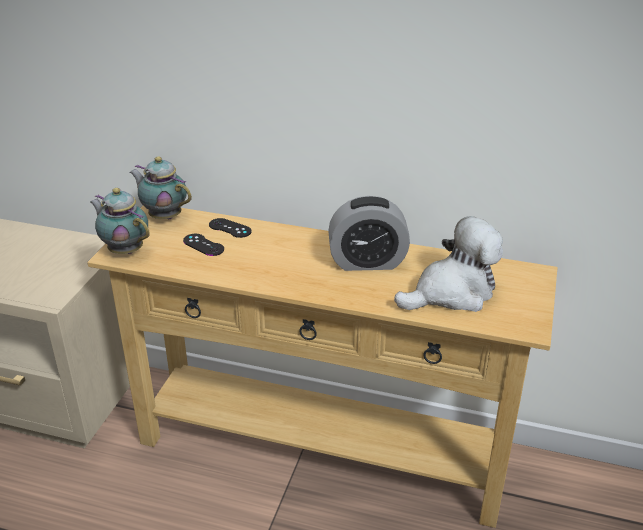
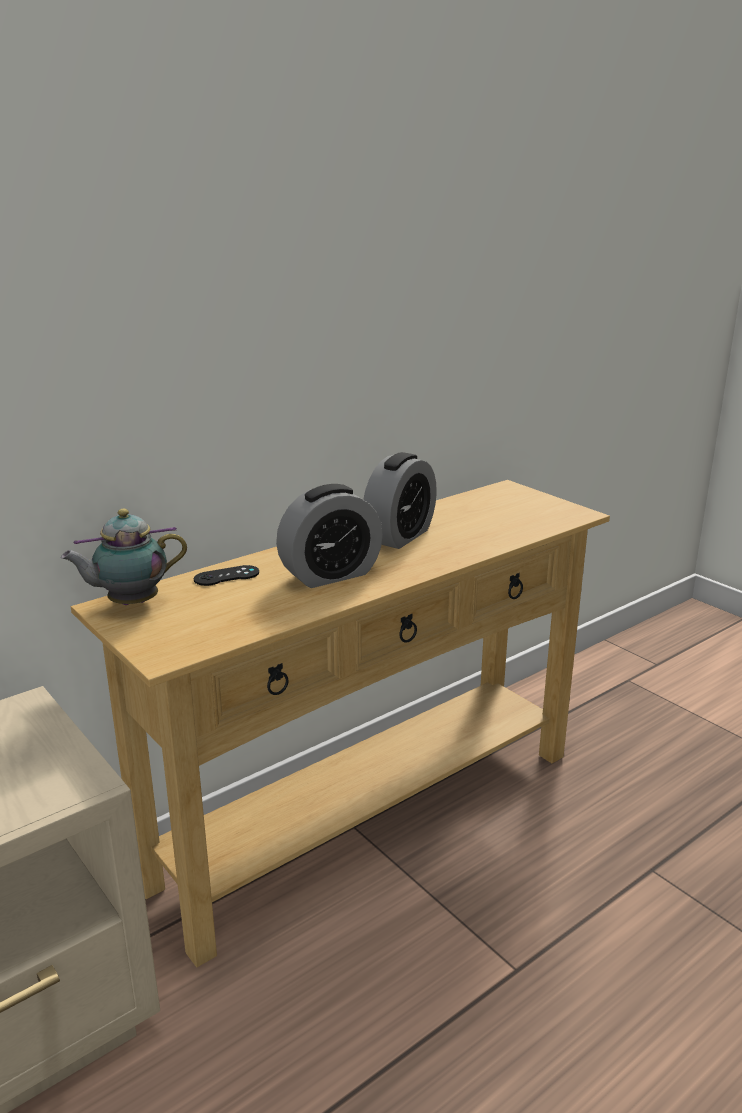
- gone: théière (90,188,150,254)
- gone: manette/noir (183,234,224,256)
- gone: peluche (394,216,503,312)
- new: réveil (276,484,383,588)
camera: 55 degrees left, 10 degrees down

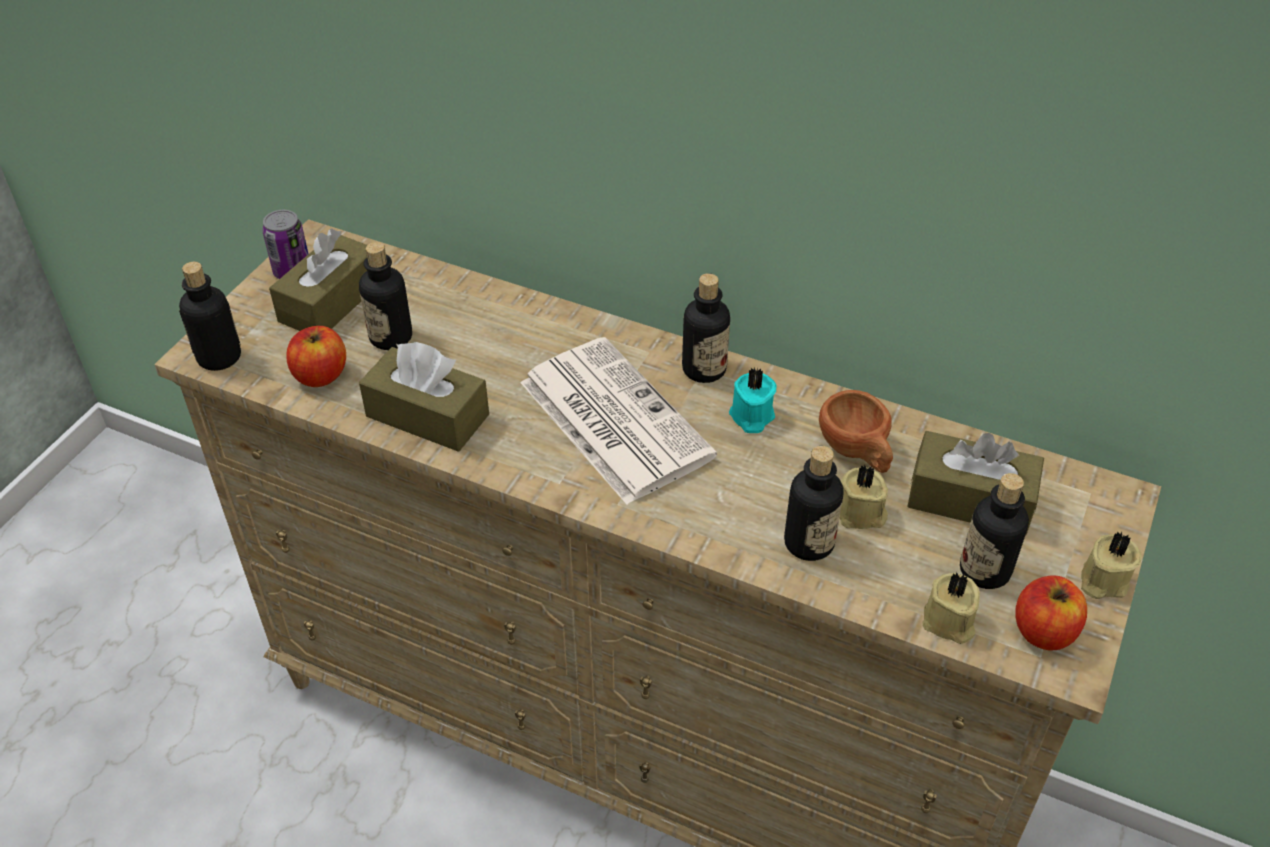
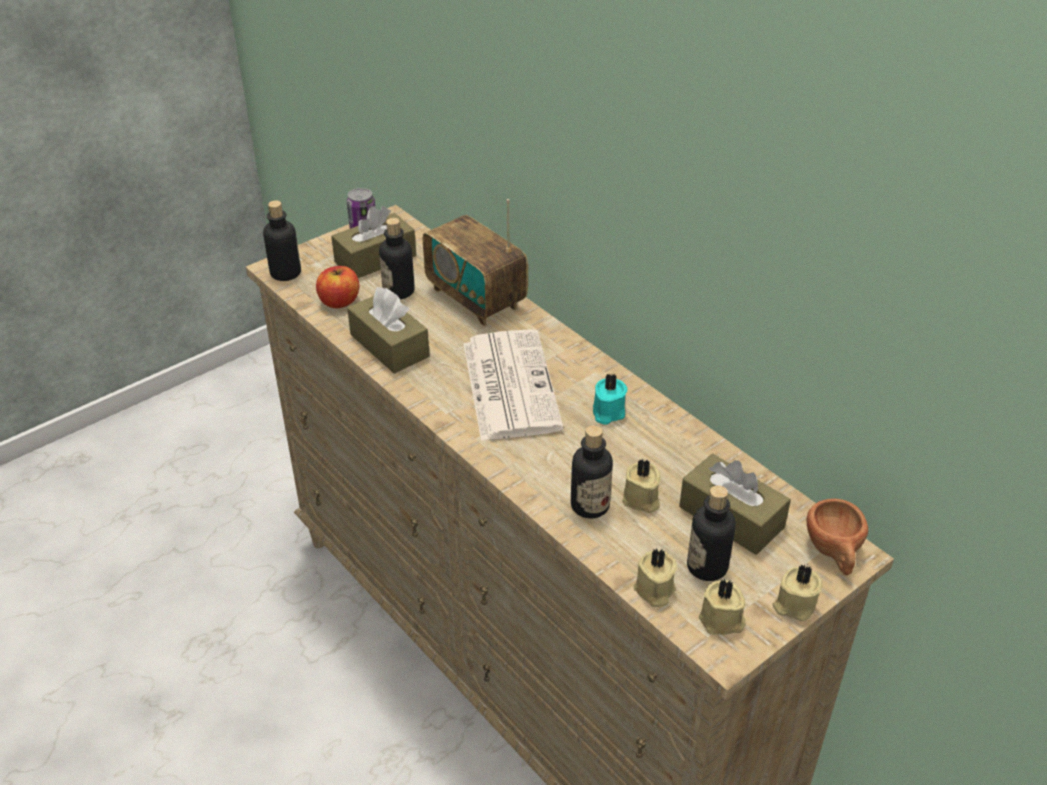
- gone: bouteille (682,273,730,383)
- shifted: tasse/marron (819,390,893,473) to (806,499,868,575)
- swapped: pomme (1015,575,1087,650) to bougie/beige (699,579,746,635)
- new: radio (423,199,528,326)
camera: 25 degrees right, 5 degrees down

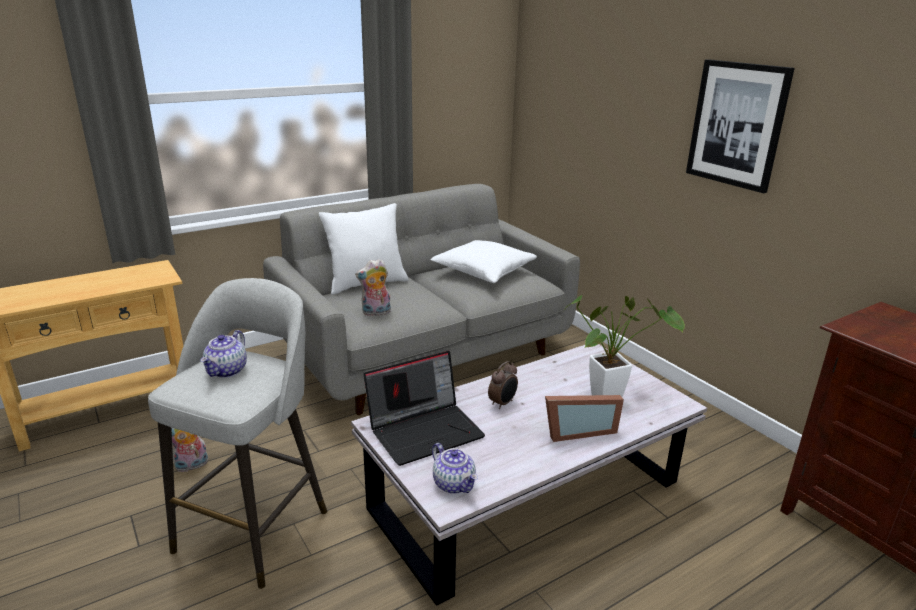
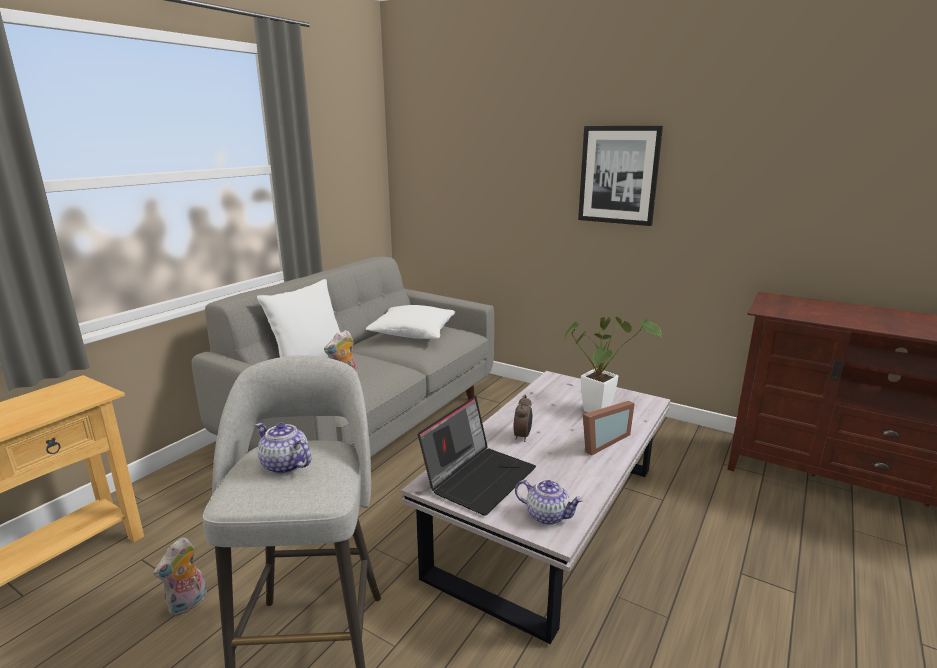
- rotated: théière (200,330,247,378) = (256,423,311,474) 135 degrees clockwise
camera: 25 degrees left, 5 degrees down

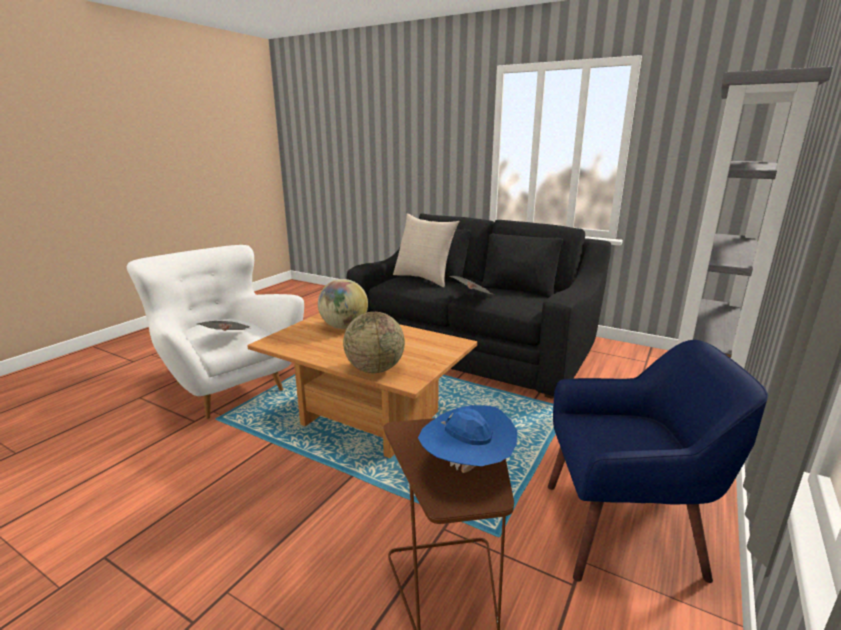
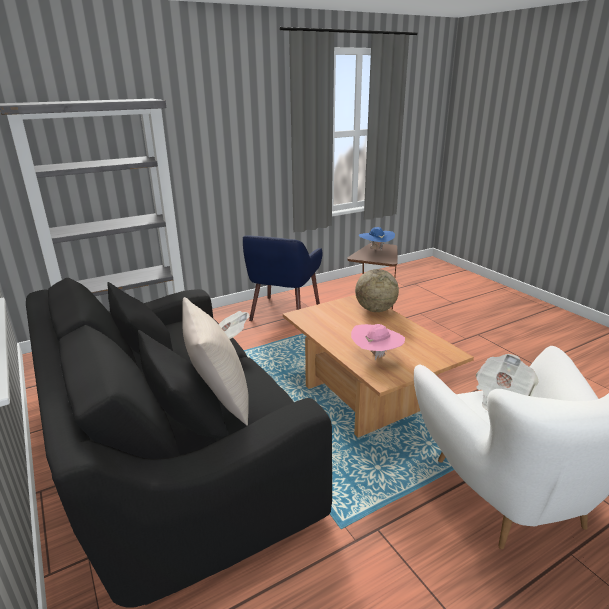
- swapped: globe (318,279,368,329) to chapeau/rose (351,324,405,360)
- rotated: fauteuil/bleu (548,340,768,583) = (243,235,323,321) 105 degrees counterclockwise
camera: 150 degrees left, 5 degrees up

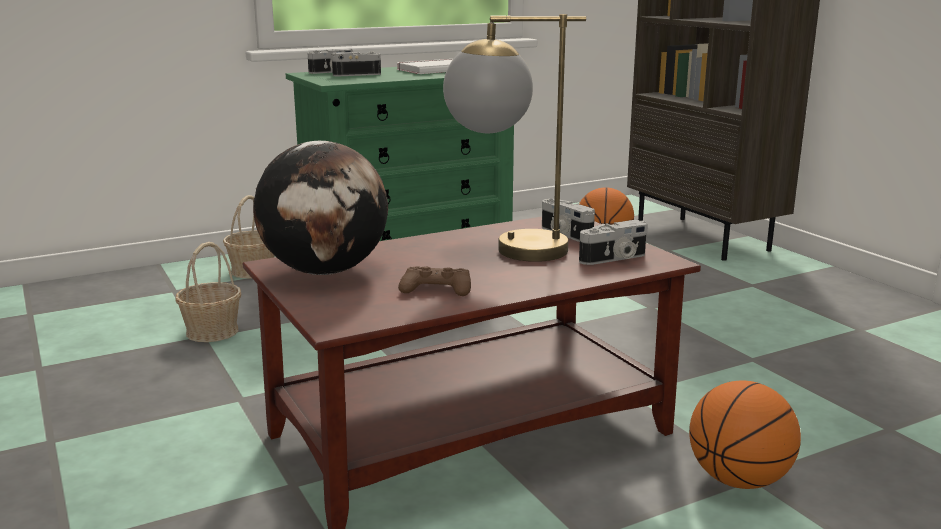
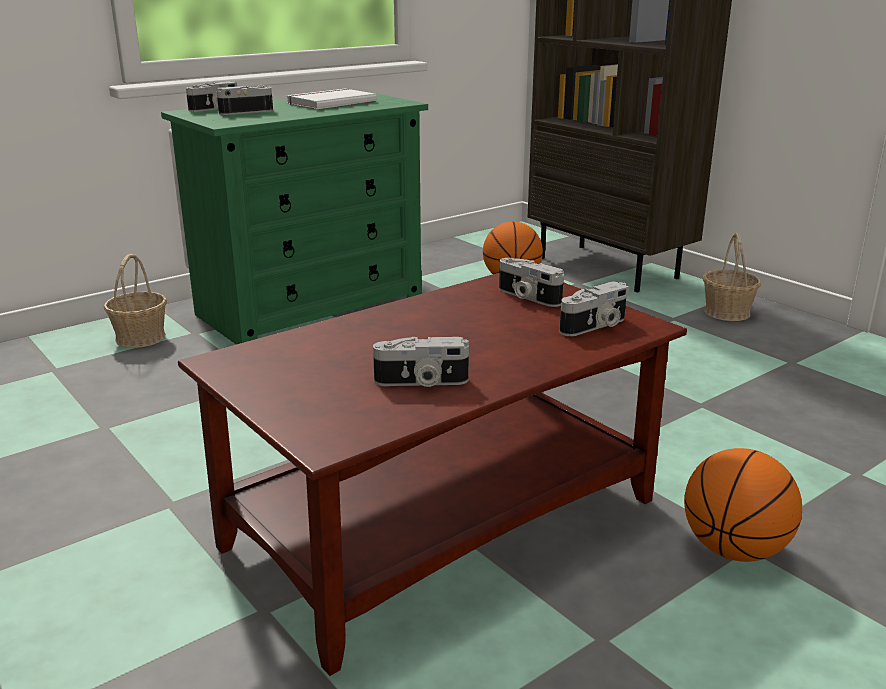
- shifted: panier (175,242,241,342) to (703,233,761,321)
- gone: globe (253,141,388,275)
- swapped: manette/marron (398,266,471,296) to appareil photo (373,337,469,387)
- gone: lampe de table (443,14,586,262)
camera: 10 degrees left, 5 degrees up

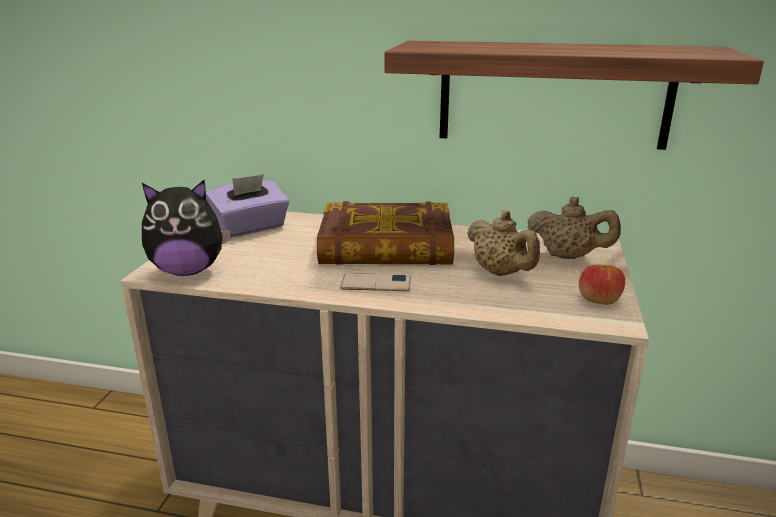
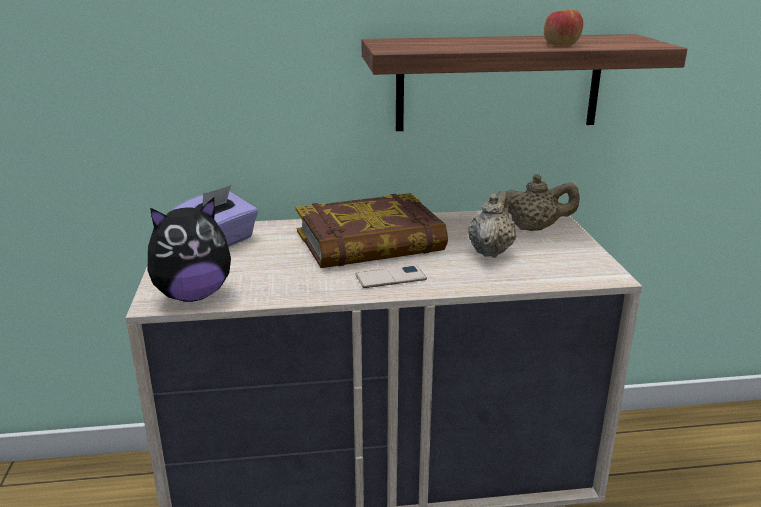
- rotated: théière/beige (467,210,540,276) = (468,191,516,258) 105 degrees counterclockwise
- shifted: pomme (579,264,625,305) to (544,10,583,46)
camera: 20 degrees left, 0 degrees up

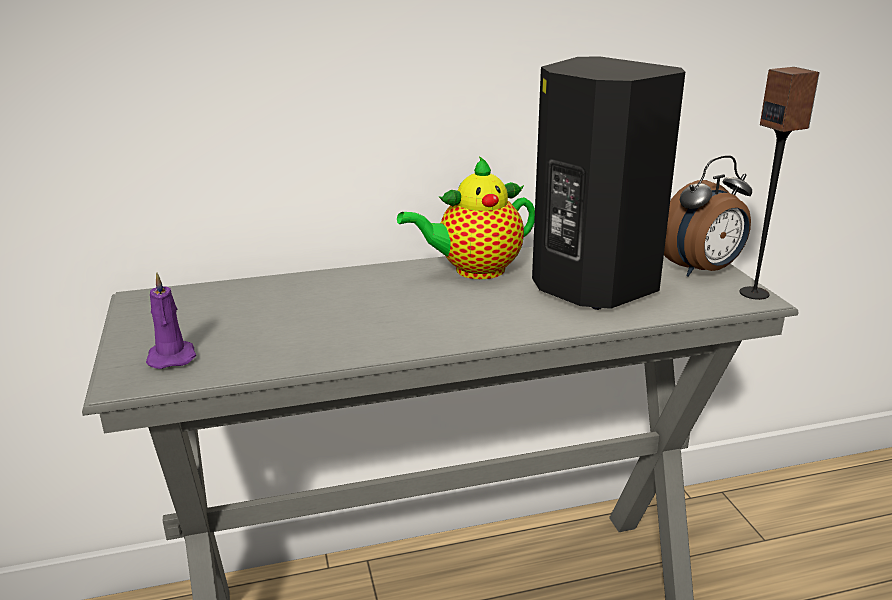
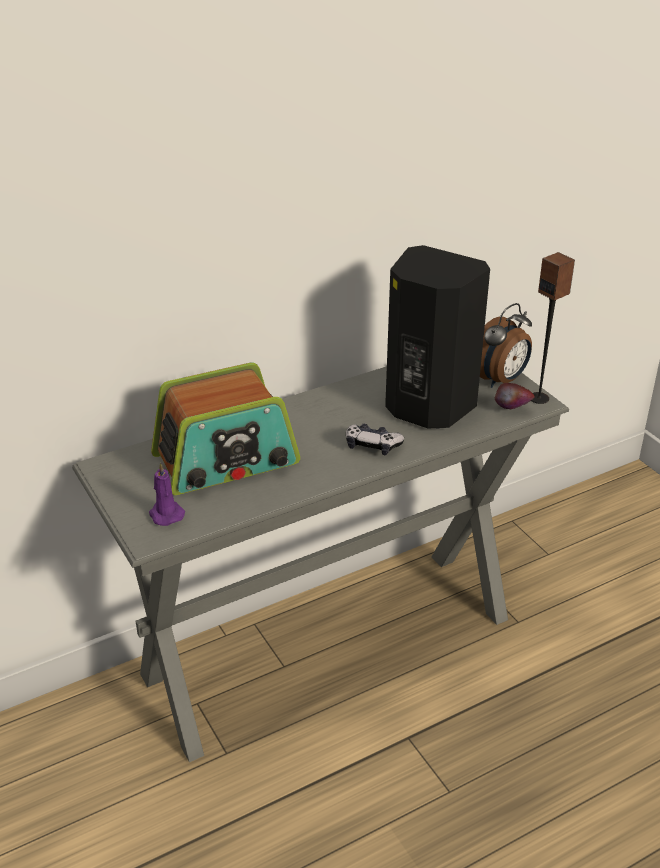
- gone: théière (397,156,535,279)
- new: radio (151,363,300,495)
- new: manette (346,423,404,455)
- new: pomme (495,383,535,409)
camera: 15 degrees left, 10 degrees up

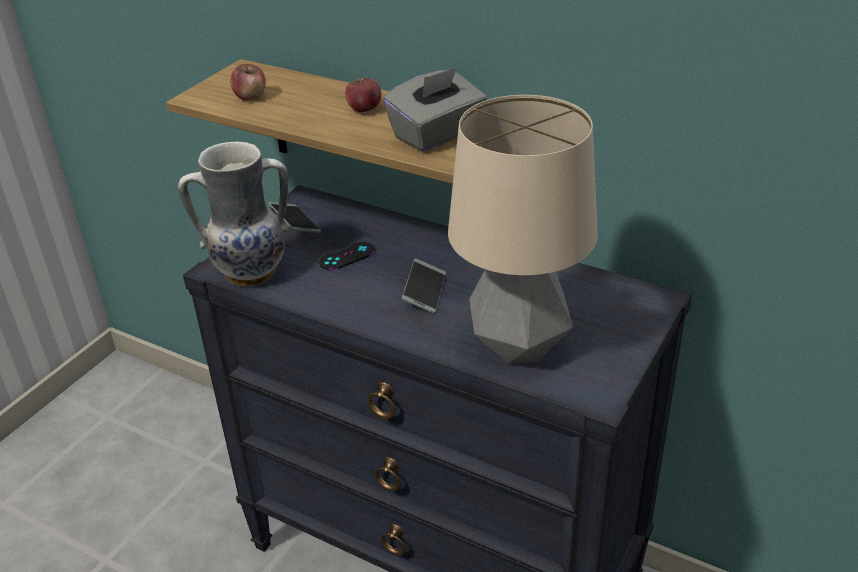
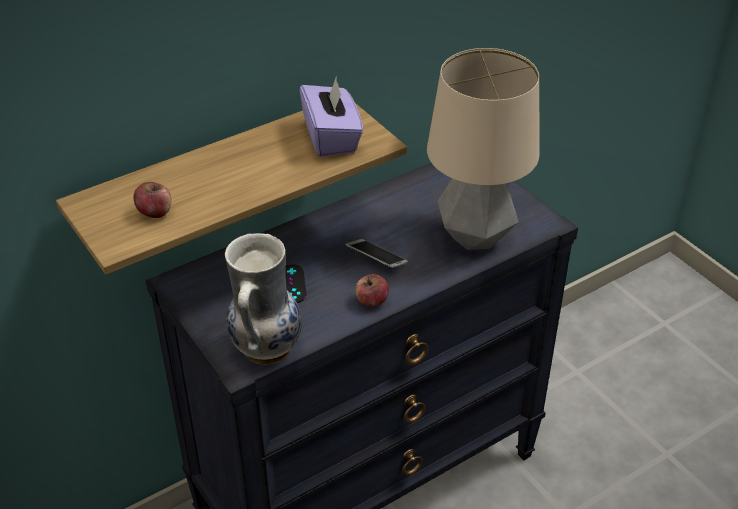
- gone: téléphone (268,202,321,233)
- shifted: pomme (345,74,381,112) to (355,274,389,307)
- repainted: boîte à mouchoirs/gris (383,67,487,152) to boîte à mouchoirs/violet (299,78,363,157)
camera: 65 degrees left, 5 degrees up

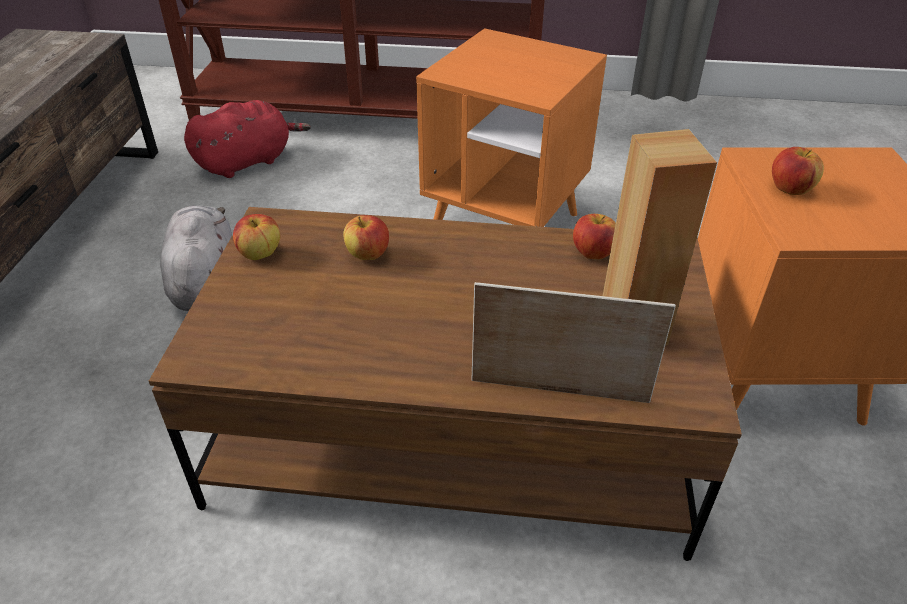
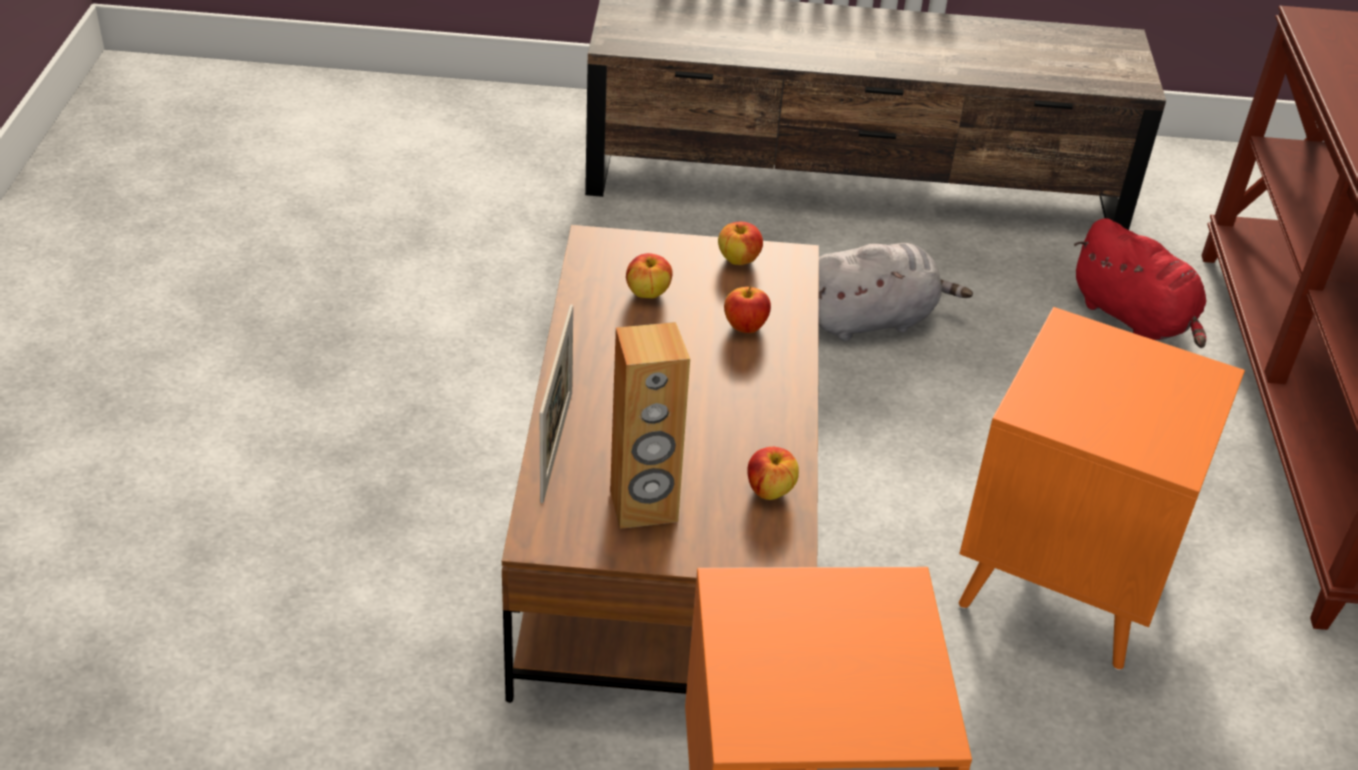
- shifted: pomme (772,147,824,195) to (626,253,673,298)
camera: 85 degrees right, 0 degrees up

